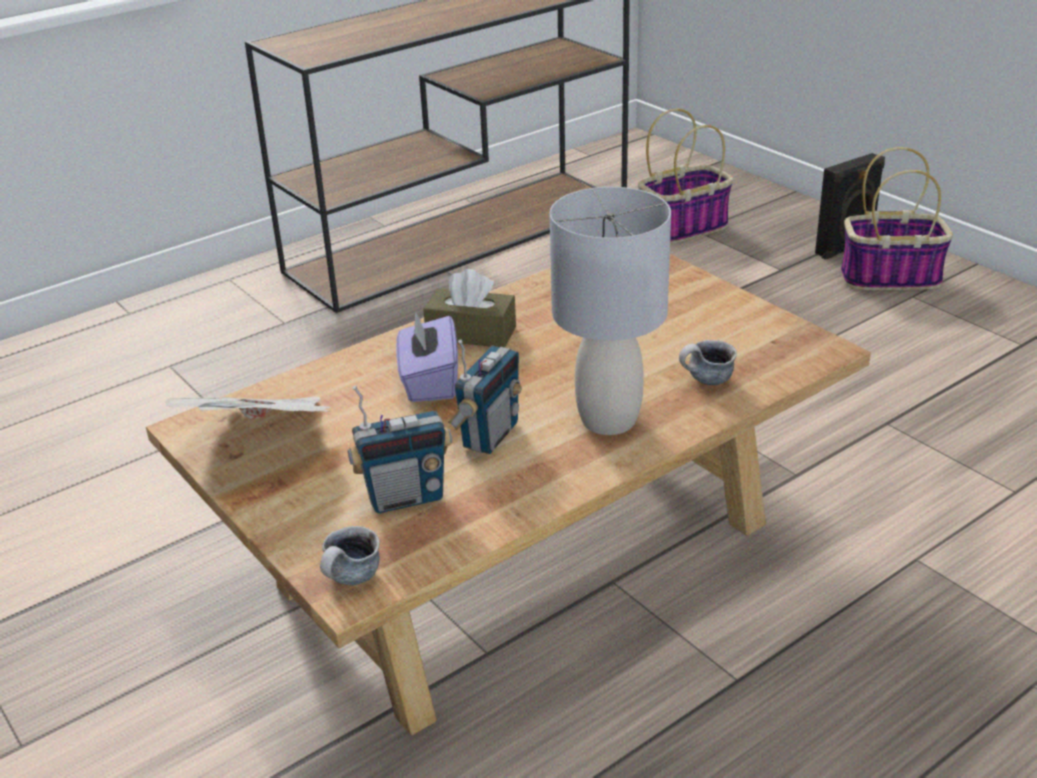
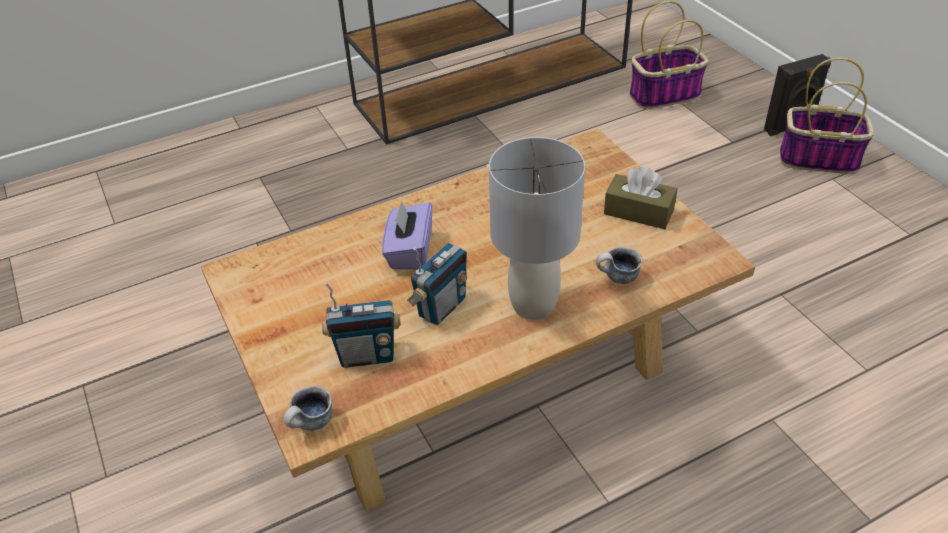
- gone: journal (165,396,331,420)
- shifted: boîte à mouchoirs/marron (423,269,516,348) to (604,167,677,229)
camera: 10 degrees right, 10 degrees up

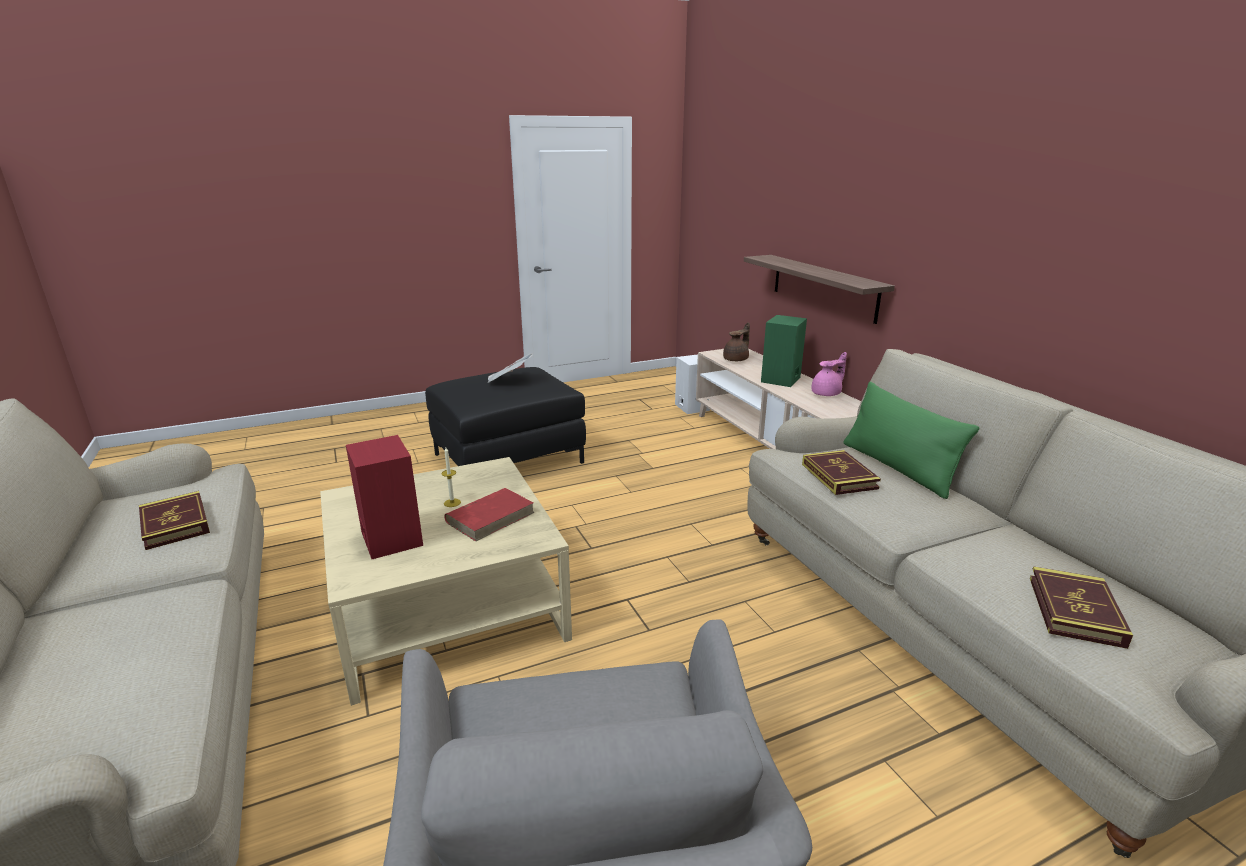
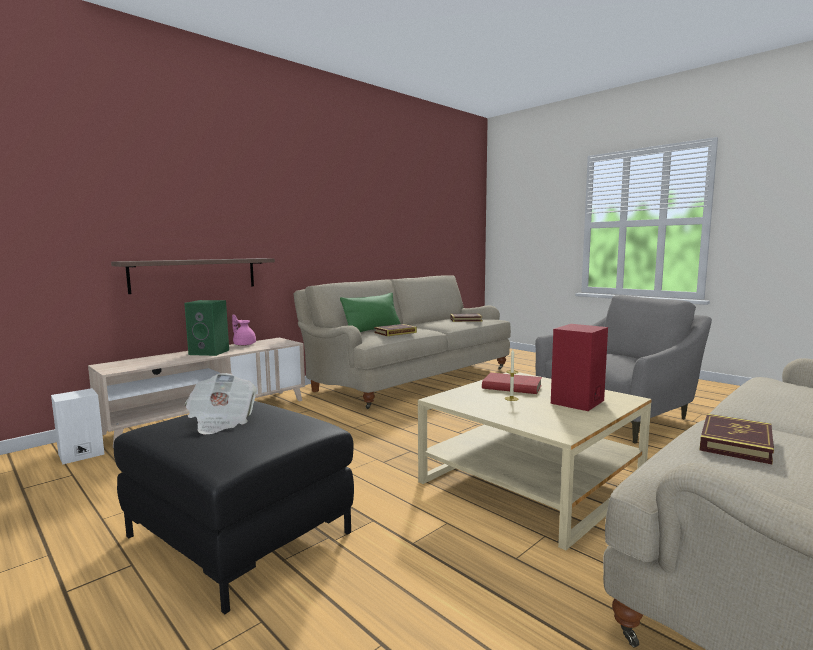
- gone: théière/marron (723,322,750,361)
camera: 110 degrees left, 15 degrees down

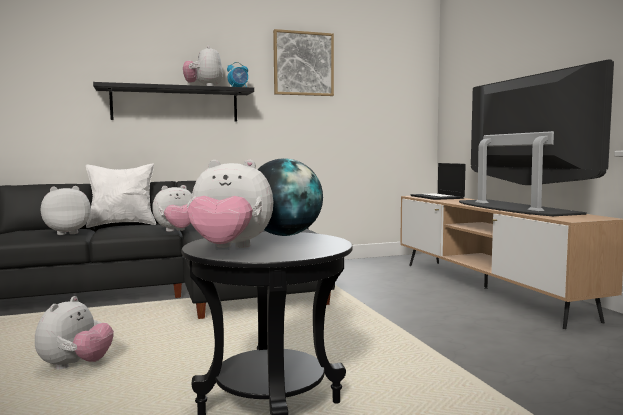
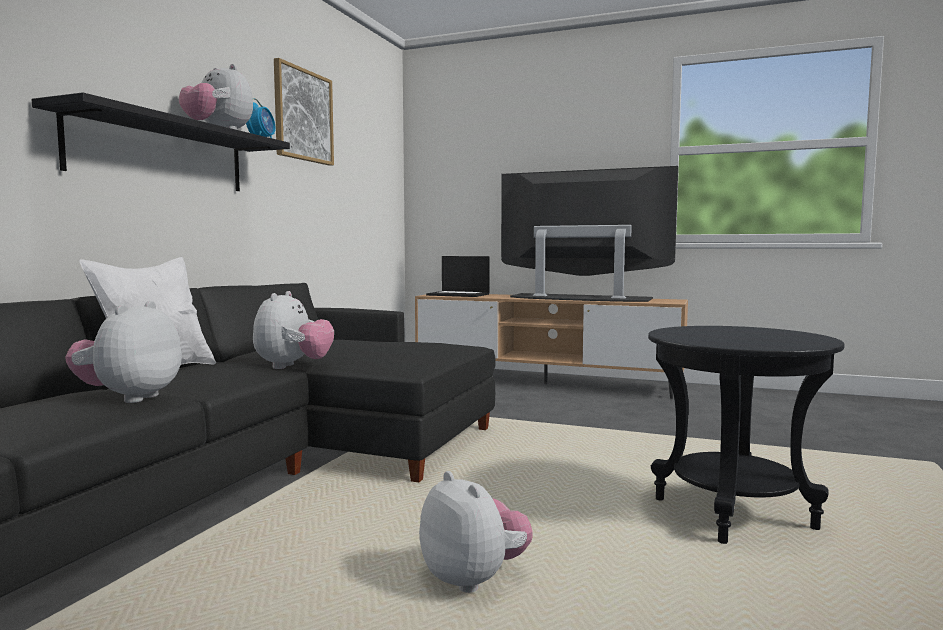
- gone: peluche (187,159,273,248)
- gone: globe (257,158,323,236)
camera: 50 degrees left, 0 degrees up

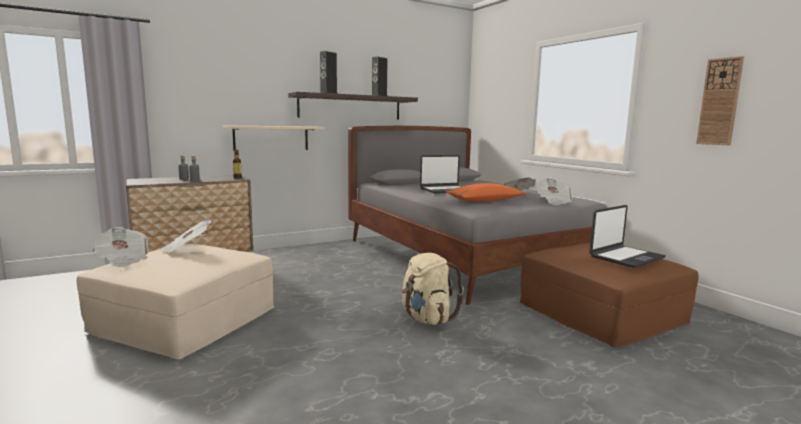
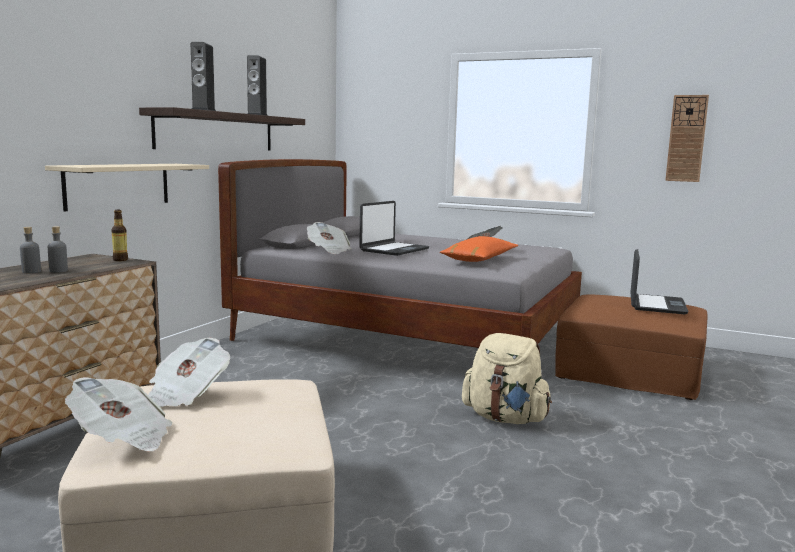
- shifted: journal (536,178,572,205) to (307,222,351,254)
camera: 35 degrees left, 0 degrees up

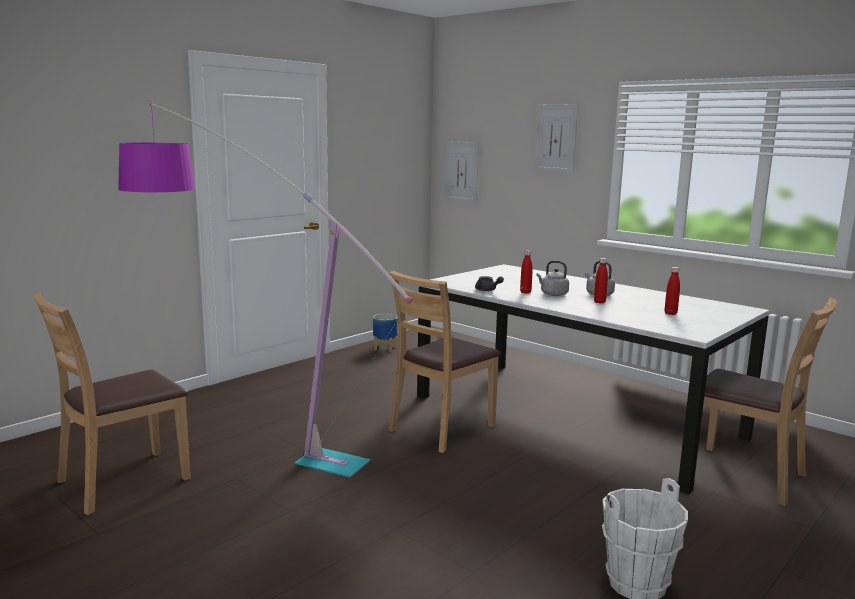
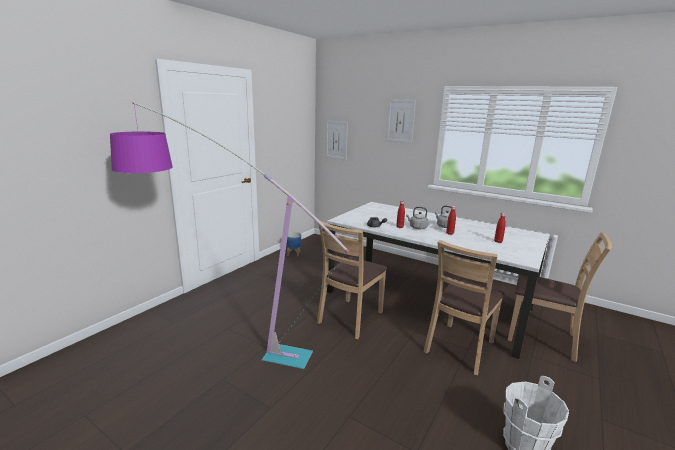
- shifted: chaise/marron (33,292,191,515) to (424,240,504,375)
camera: 10 degrees left, 5 degrees up

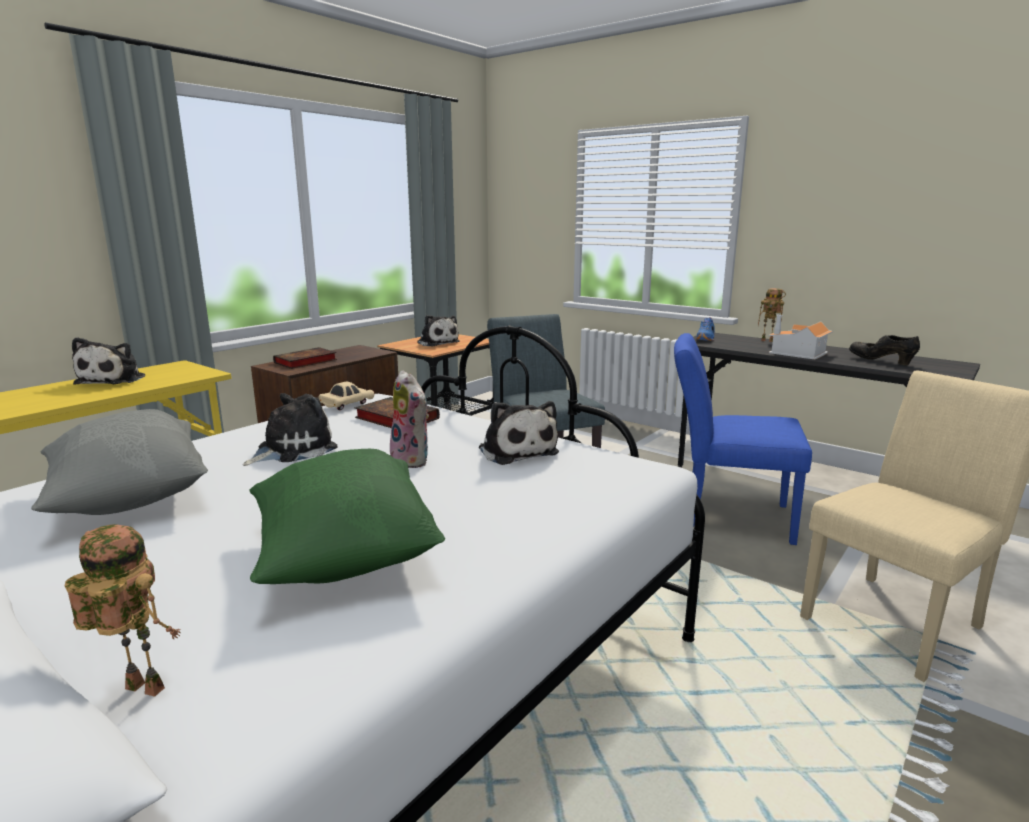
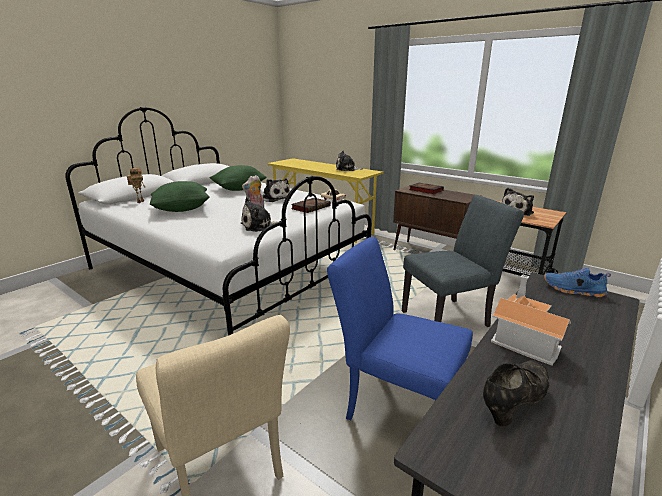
- repainted: coussin/gris (31,409,208,515) to coussin/vert (210,165,266,191)
- rotated: chaise/bleu (674,333,812,545) = (327,237,473,420) 75 degrees counterclockwise
- gone: robot jouet (758,288,786,342)
camera: 90 degrees right, 5 degrees up

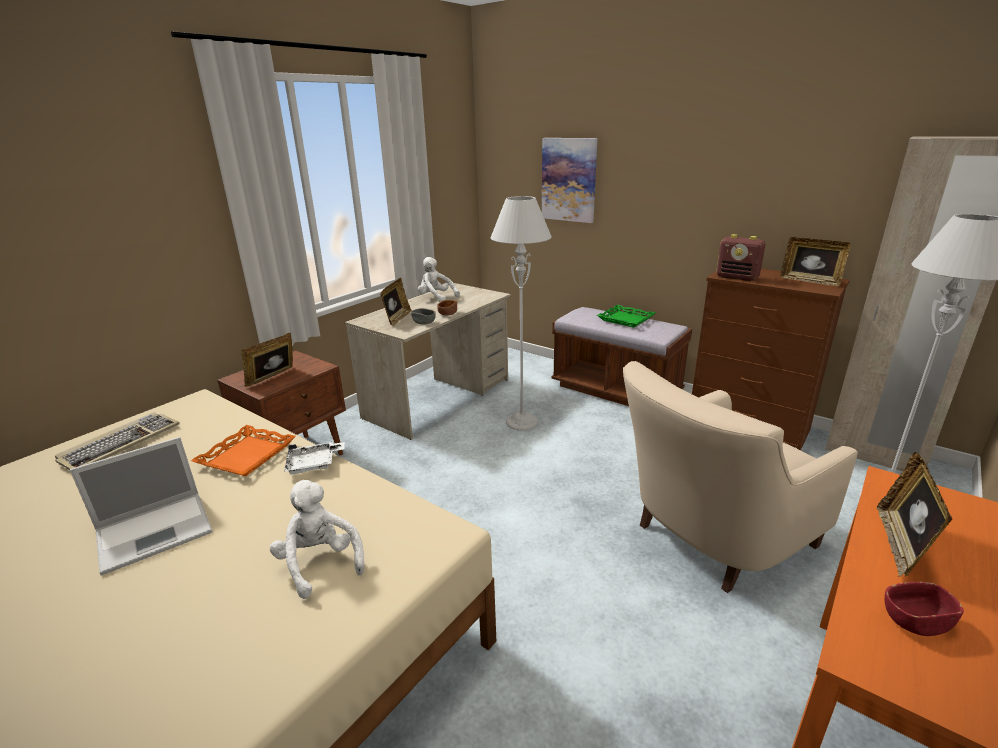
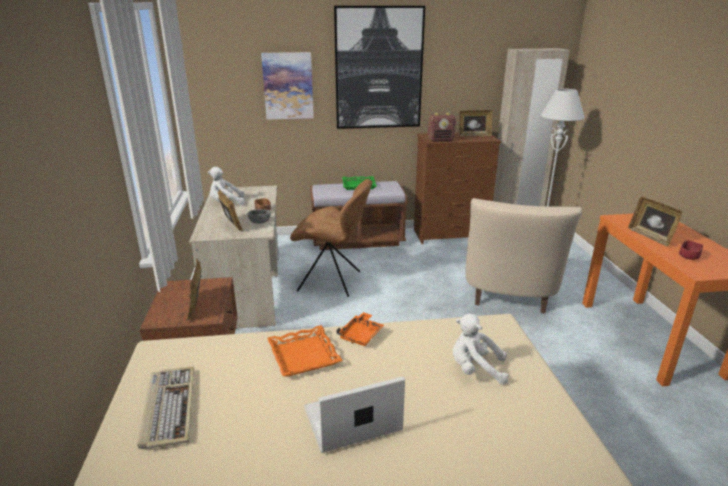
- rotated: ordinateur portable (70,437,212,576) = (304,376,405,453) 120 degrees counterclockwise
- repainted: plateau/blanc (284,442,345,475) to plateau/orange (336,312,384,346)
- swapped: lampadaire/gris (491,196,552,431) to chaise/marron (290,179,372,297)
- new: tableau (334,6,425,129)
camera: 45 degrees left, 0 degrees up

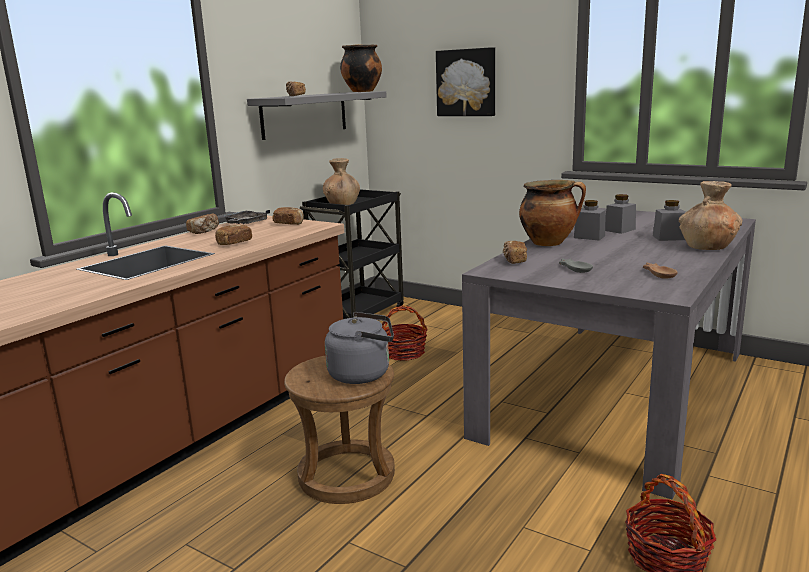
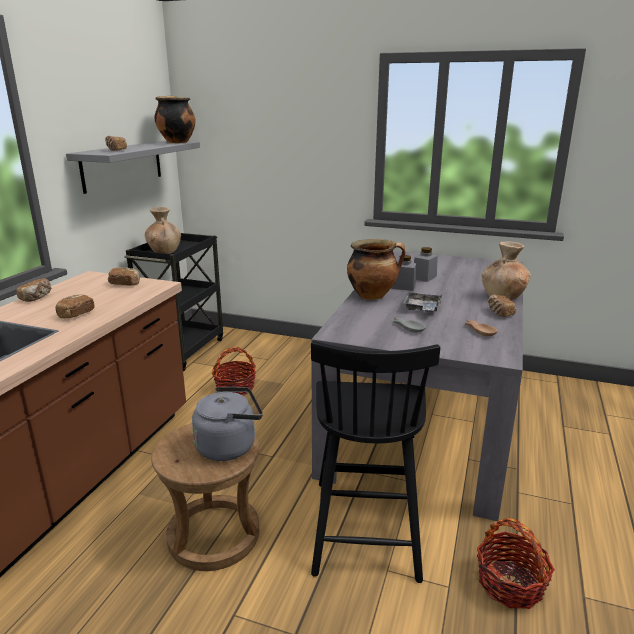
- shifted: plateau/gris (222,210,270,224) to (403,292,442,312)
- gone: tableau (436,47,495,116)
- shifted: pain (503,241,527,264) to (488,295,516,317)
- gone: bocal/gris (653,200,686,241)
- new: chaise/noir (311,340,440,583)
camera: 15 degrees left, 5 degrees up

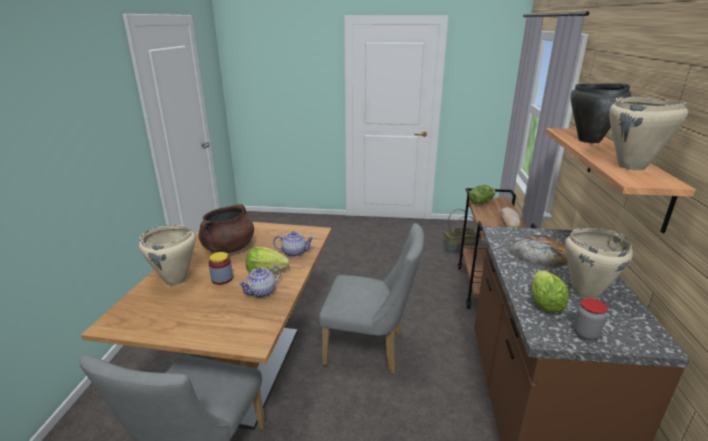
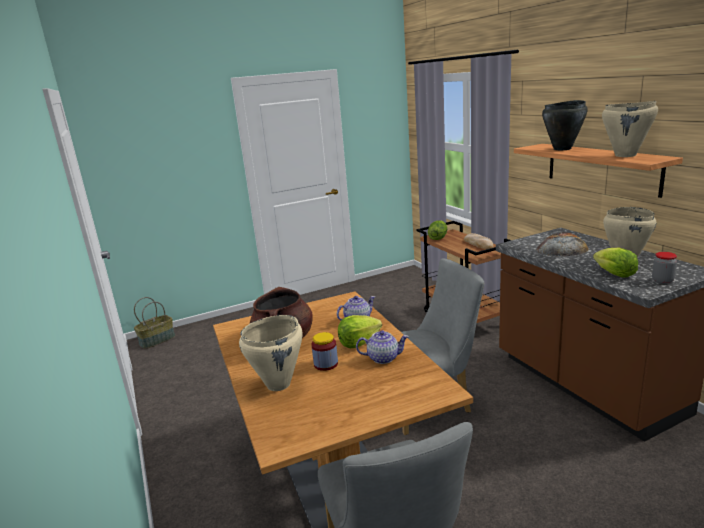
- rotated: théière (238,266,281,298) = (356,330,409,364) 105 degrees counterclockwise
- shifted: panier (444,209,476,253) to (134,297,175,349)
camera: 30 degrees left, 5 degrees down

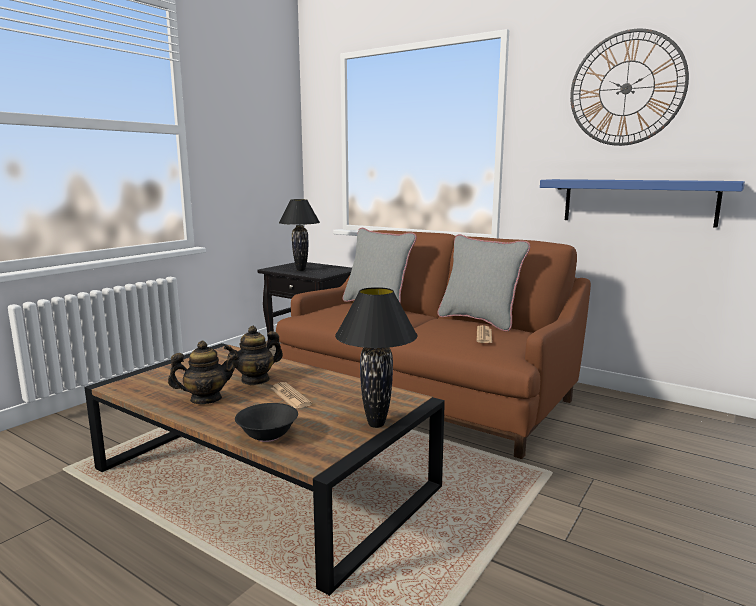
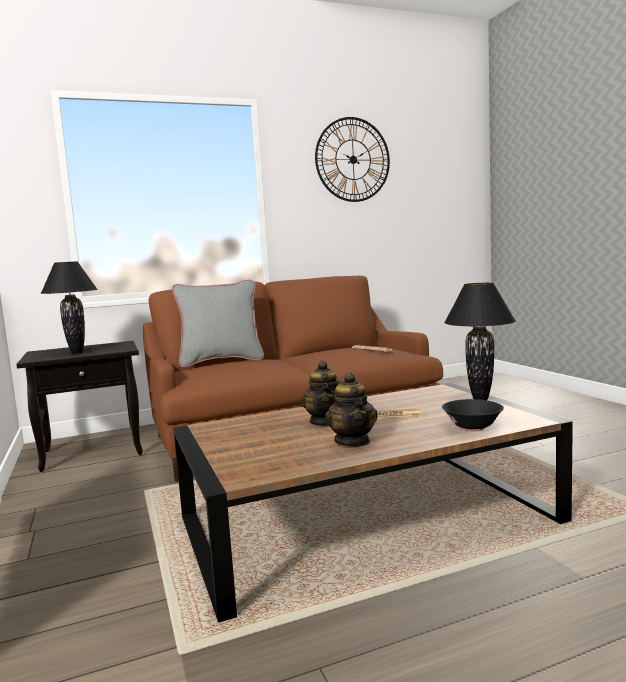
- rotated: théière (168,341,238,404) = (325,372,378,447) 150 degrees clockwise
- gone: coussin/gris (437,234,530,332)
- gone: étagère/bleu (540,179,745,228)
camera: 55 degrees left, 5 degrees down

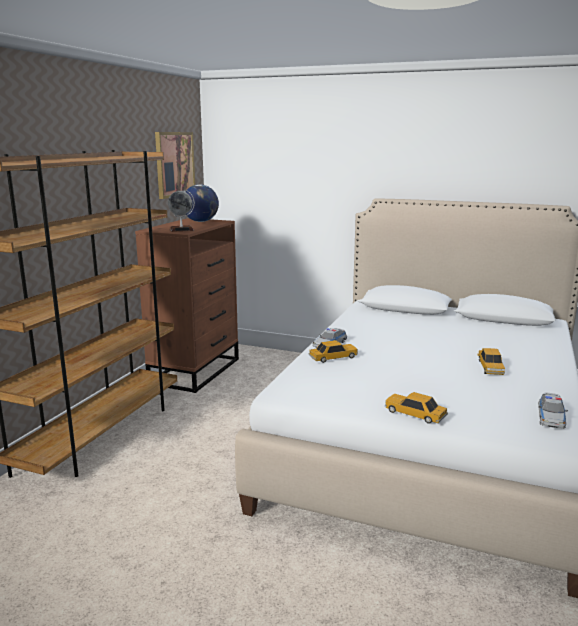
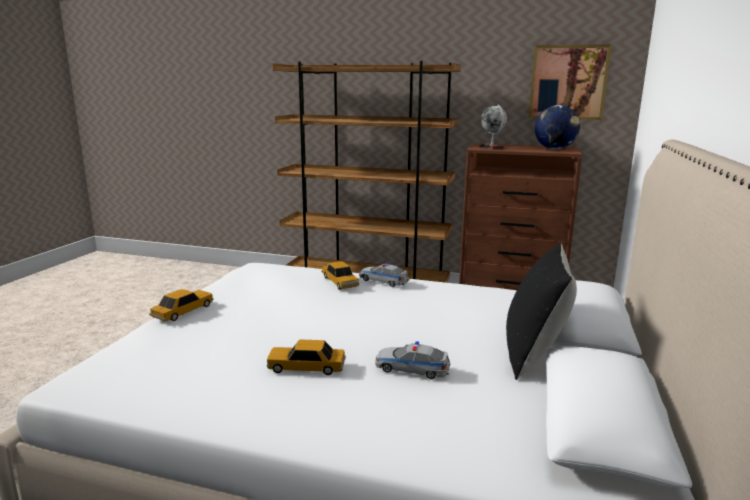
- shifted: petite voiture (538,392,568,428) to (375,341,450,379)
- new: coussin/noir (506,243,577,380)
camera: 85 degrees right, 0 degrees up

